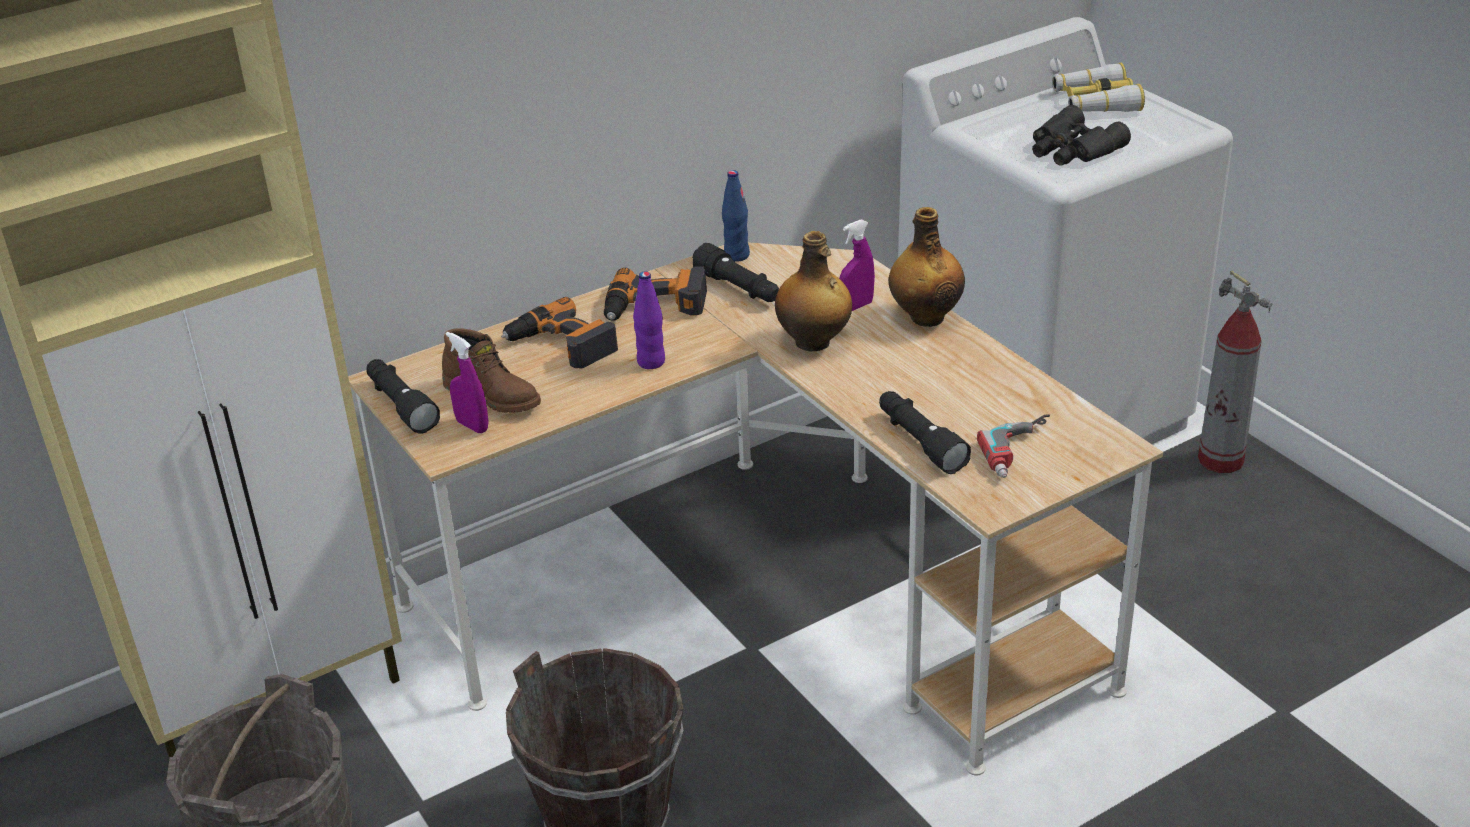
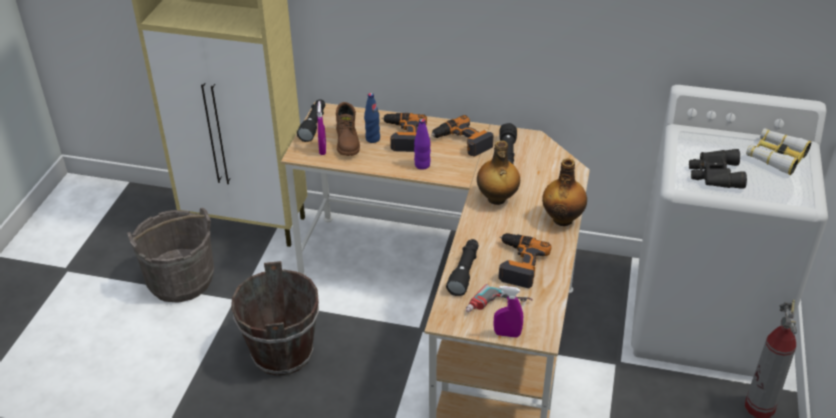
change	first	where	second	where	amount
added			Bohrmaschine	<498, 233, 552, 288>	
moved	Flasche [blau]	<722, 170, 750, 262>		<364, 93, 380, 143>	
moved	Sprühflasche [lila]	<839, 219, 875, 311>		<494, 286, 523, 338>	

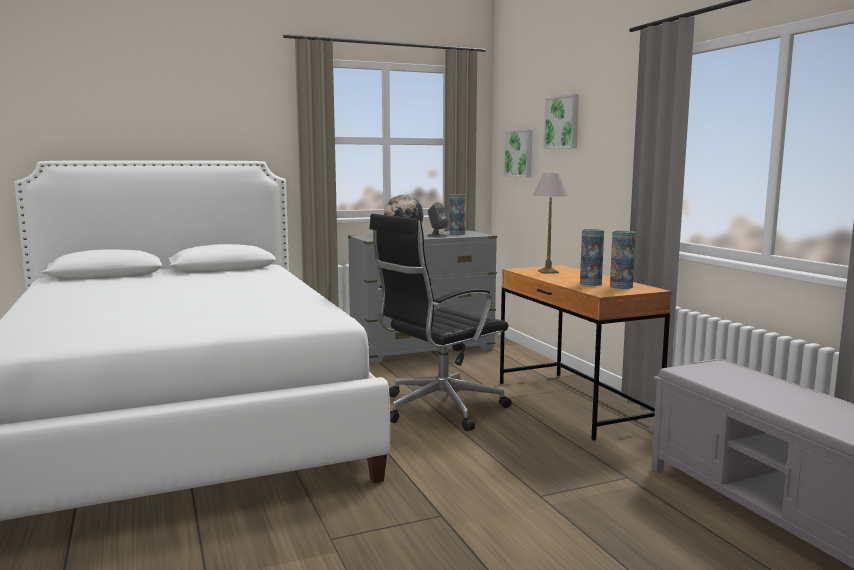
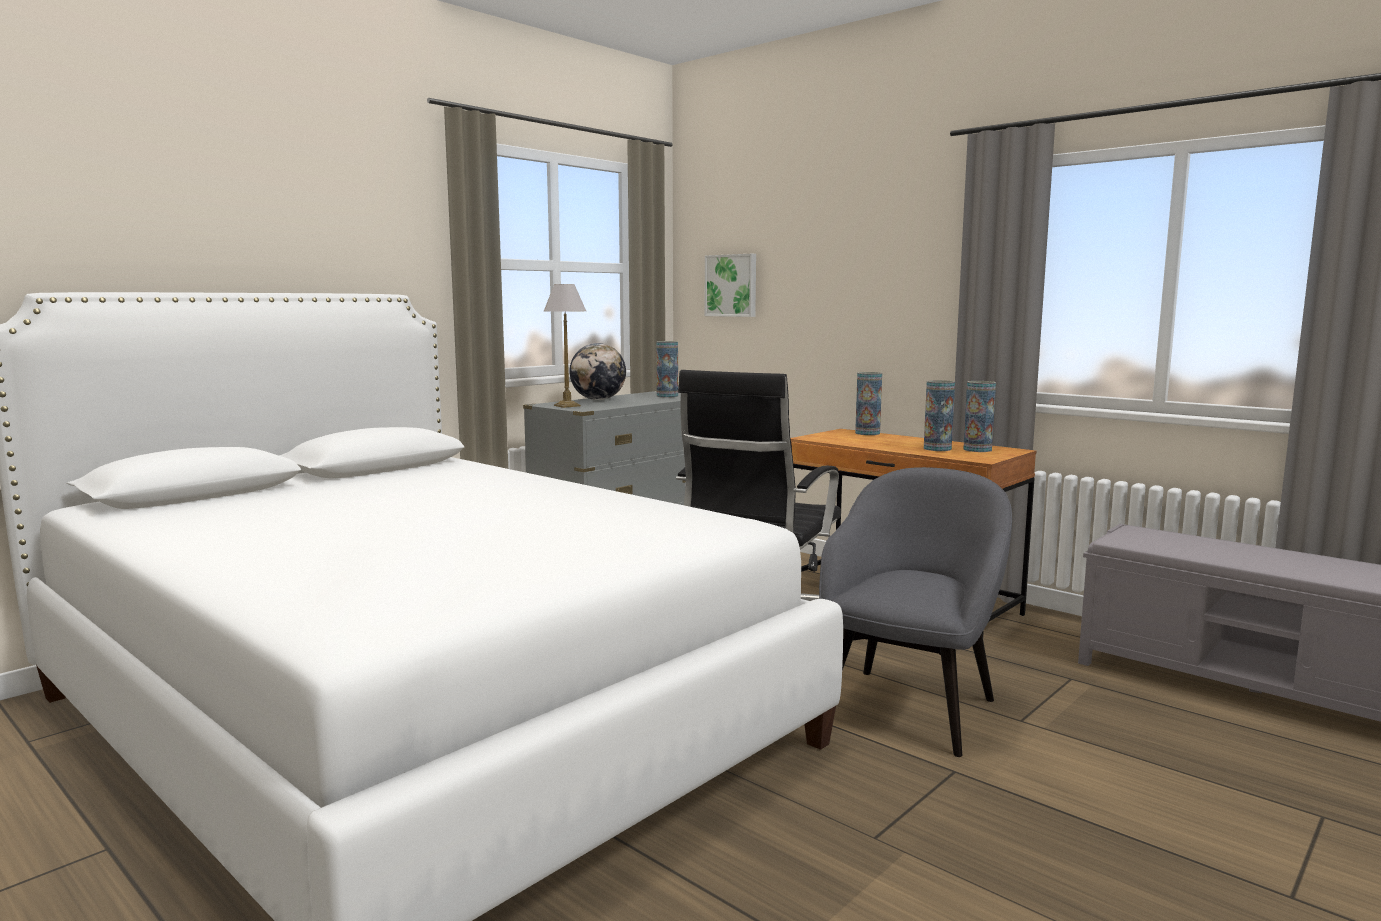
change	first	where	second	where	amount
removed	Lautsprecher [grau]	<428, 202, 449, 237>			
removed	Bild	<543, 94, 579, 149>			
added			Sessel [grau]	<819, 467, 1012, 757>	
added			Vase	<855, 372, 882, 435>	
moved	Tischlampe	<533, 173, 568, 274>		<544, 284, 586, 408>	

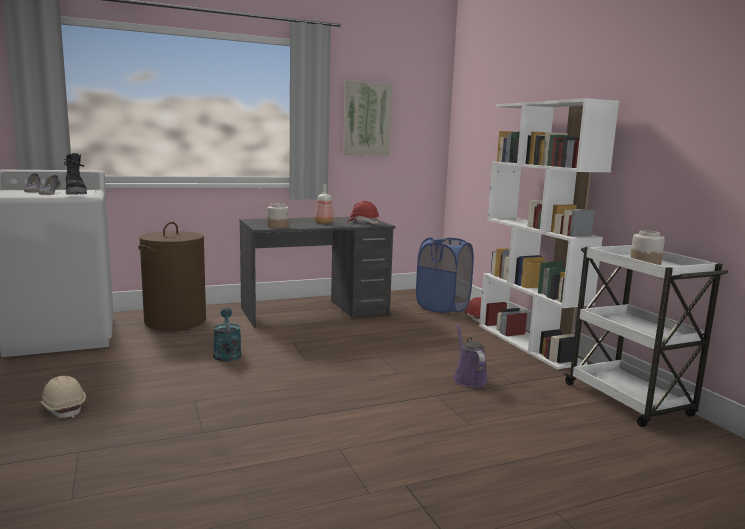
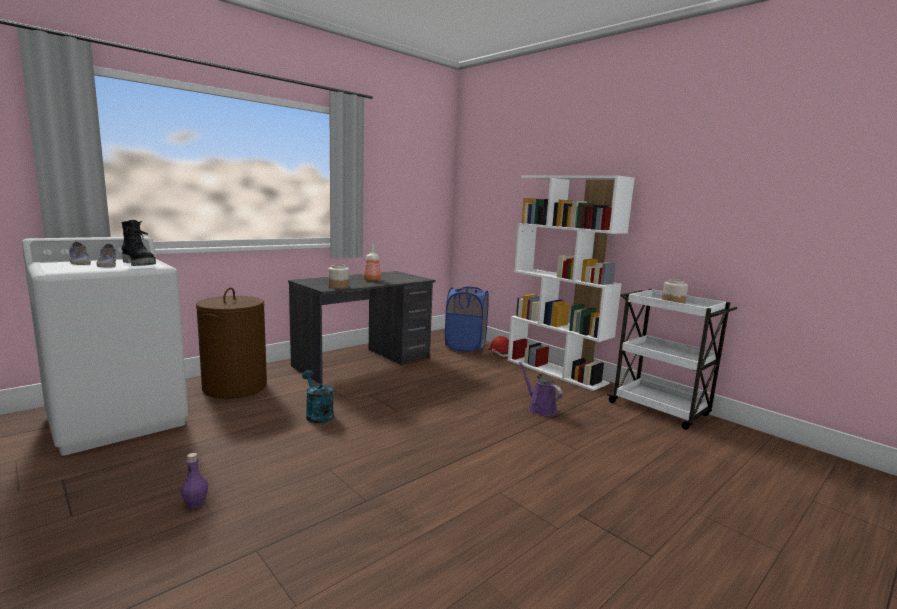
change	first	where	second	where	amount
removed	Bild	<343, 80, 392, 156>			
removed	Schutzhelm [rot]	<347, 201, 379, 224>			
replaced	Schutzhelm [beige]	<40, 376, 86, 418>	Flasche [lila]	<180, 453, 208, 509>	

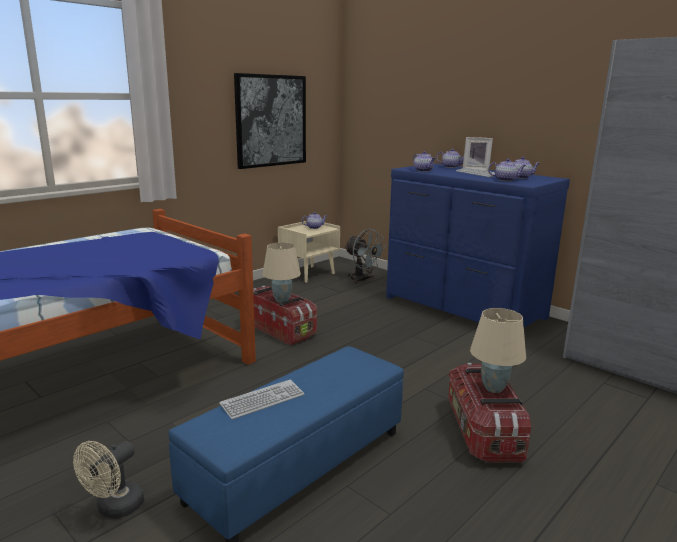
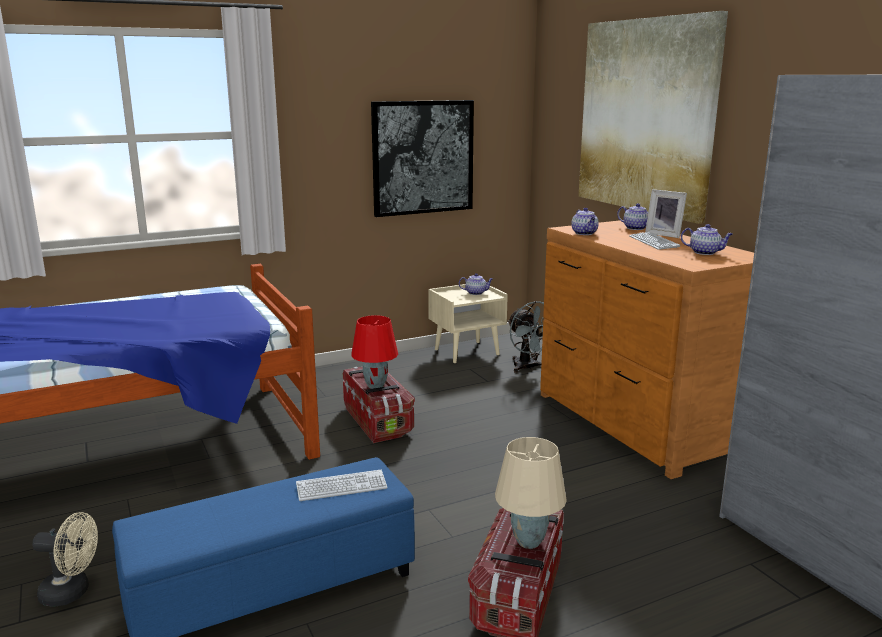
change	first	where	second	where	amount
removed	Teekanne	<488, 159, 526, 181>			
added			Bild	<578, 11, 728, 224>	
moved	Tastatur	<219, 379, 305, 419>		<296, 470, 387, 501>	
recoloured	Tischlampe [beige]	<262, 242, 301, 303>	Tischlampe [rot]	<351, 315, 398, 389>	
recoloured	Kommode [blau]	<386, 163, 570, 328>	Kommode [braun]	<540, 220, 754, 479>	
turned	Ventilator [beige]	<73, 441, 144, 519>		<32, 512, 98, 606>	135 degrees counterclockwise

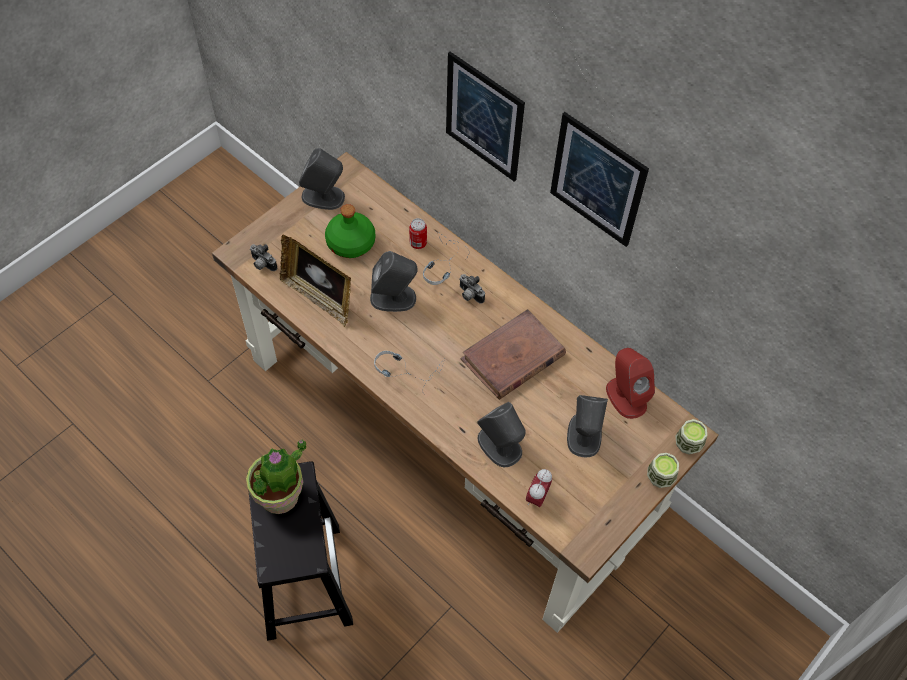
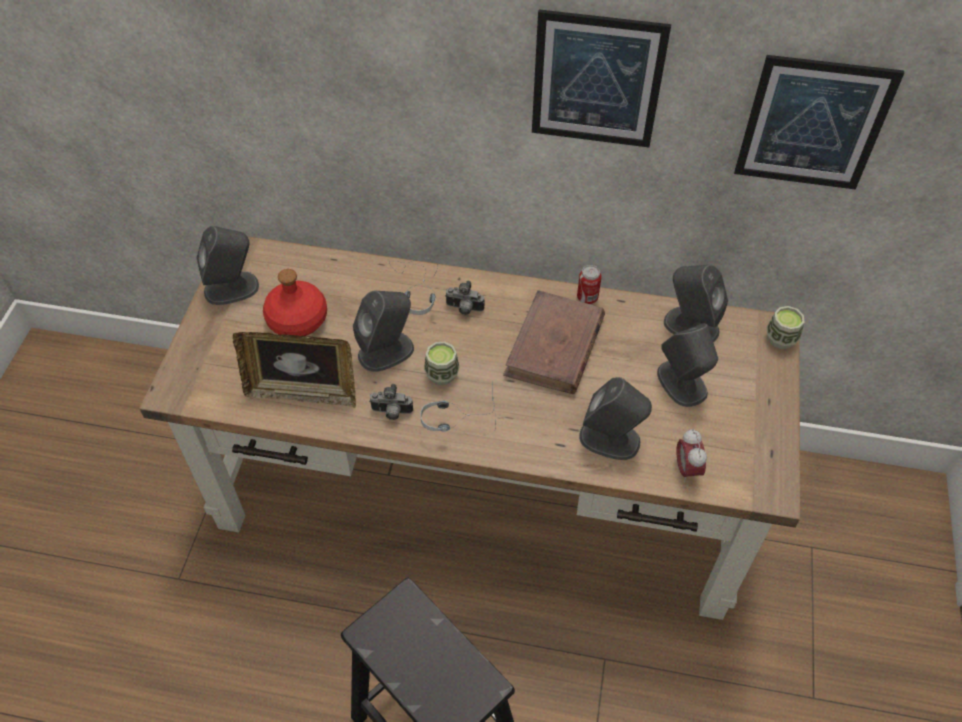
change	first	where	second	where	amount
removed	Topfpflanze	<246, 440, 307, 514>			
moved	Kamera	<250, 244, 277, 271>		<369, 384, 413, 420>	
moved	Dose	<409, 218, 427, 249>		<577, 265, 601, 304>	
moved	Bild	<446, 52, 525, 182>		<734, 55, 904, 190>	
moved	Tasse	<647, 453, 679, 488>		<424, 342, 459, 385>	
recoloured	Flasche [grün]	<325, 204, 375, 258>	Flasche [rot]	<263, 269, 327, 336>	
recoloured	Lautsprecher [rot]	<606, 348, 655, 419>	Lautsprecher [grau]	<664, 265, 728, 343>	

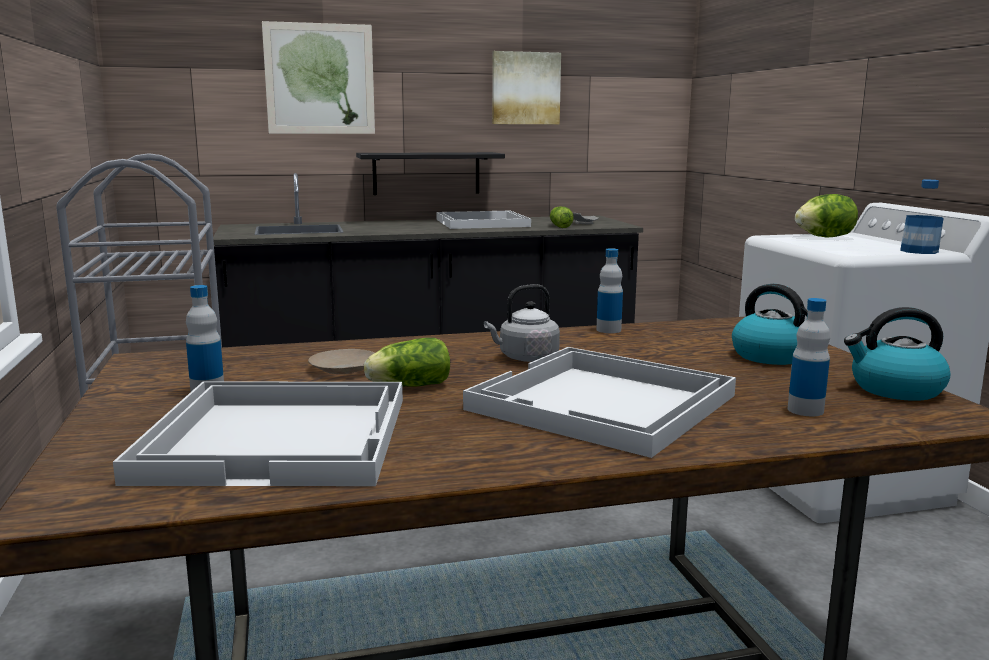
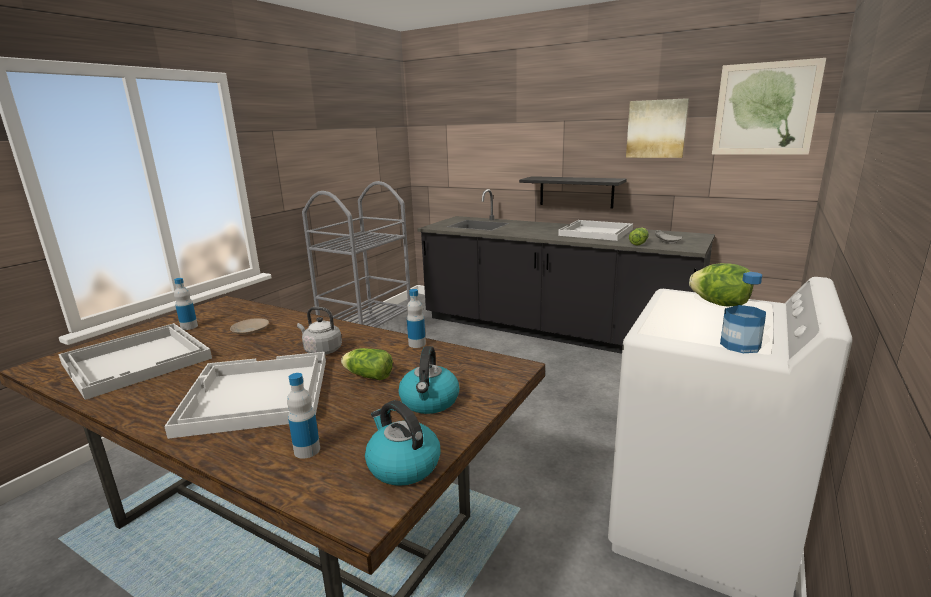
change	first	where	second	where	amount
moved	Bild	<262, 21, 375, 134>		<712, 58, 826, 155>	
moved	Salatkopf	<364, 338, 450, 387>		<341, 348, 393, 380>	

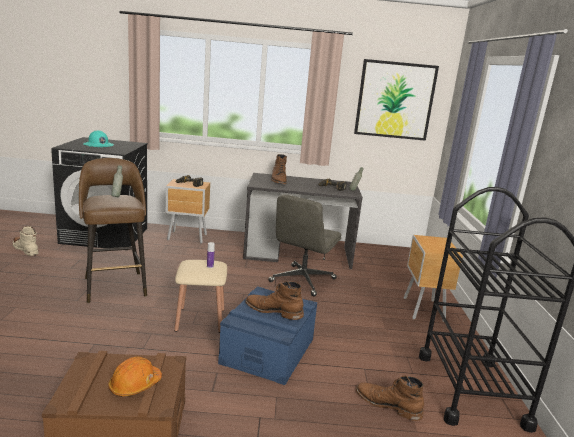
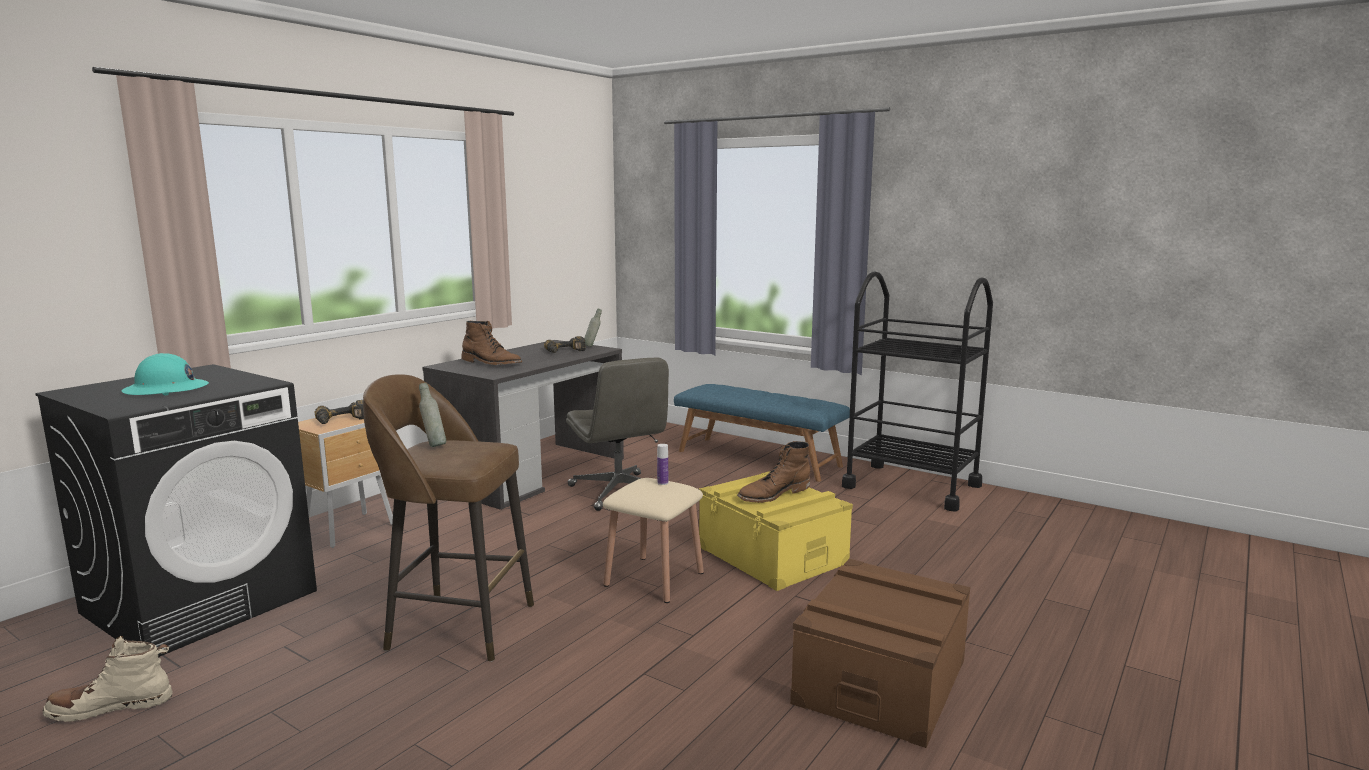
change	first	where	second	where	amount
removed	Schutzhelm [orange]	<108, 356, 162, 397>			
removed	Bild	<354, 59, 439, 141>			
removed	Stiefel [braun]	<356, 375, 424, 421>			
replaced	Nachttisch [braun]	<404, 235, 463, 322>	Bank [blau]	<674, 384, 850, 482>	
recoloured	Aufbewahrungsbox [blau]	<218, 286, 317, 385>	Aufbewahrungsbox [gelb]	<699, 471, 853, 591>	

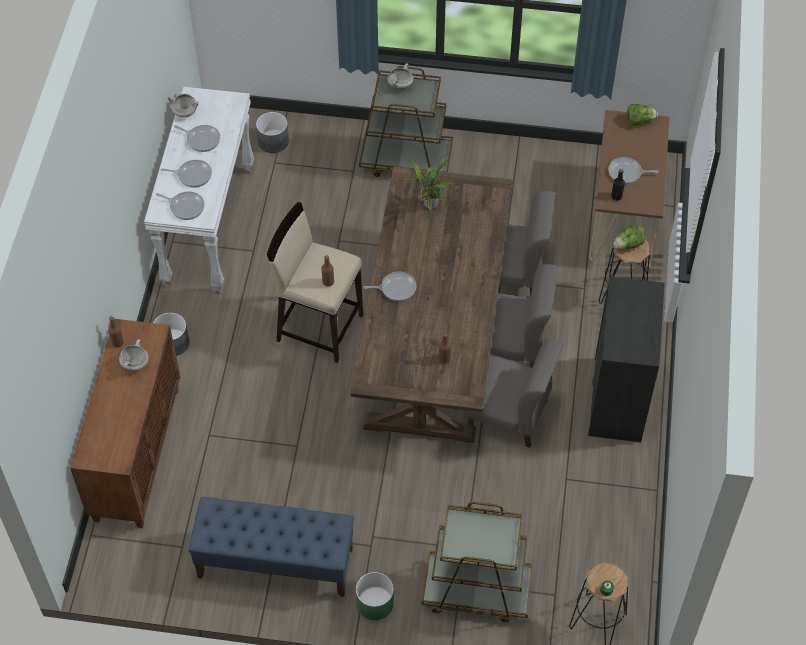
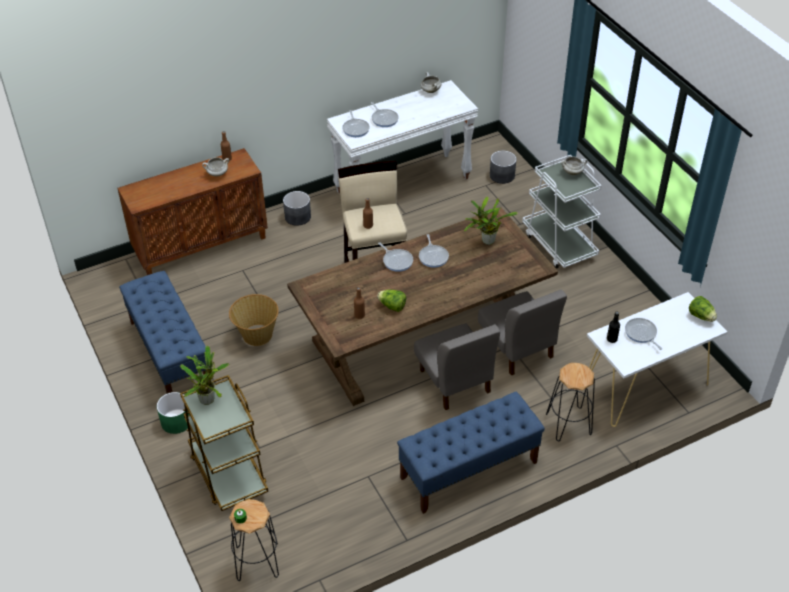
change	first	where	second	where	amount
removed	Stuhl [grau]	<461, 338, 564, 448>			
added			Topfpflanze	<180, 345, 229, 405>	
added			Korb	<229, 294, 279, 346>	
moved	Pfanne	<174, 125, 220, 152>		<419, 234, 449, 268>	
moved	Salatkopf	<613, 225, 645, 249>		<377, 290, 406, 312>	
replaced	Kommode [schwarz]	<588, 276, 665, 442>	Bank [blau]	<397, 391, 545, 514>	
recoloured	Rollwagen [braun]	<359, 66, 453, 177>	Rollwagen [weiß]	<522, 155, 602, 269>	
recoloured	Konsolentisch [braun]	<589, 110, 670, 267>	Konsolentisch [weiß]	<587, 292, 727, 427>	

